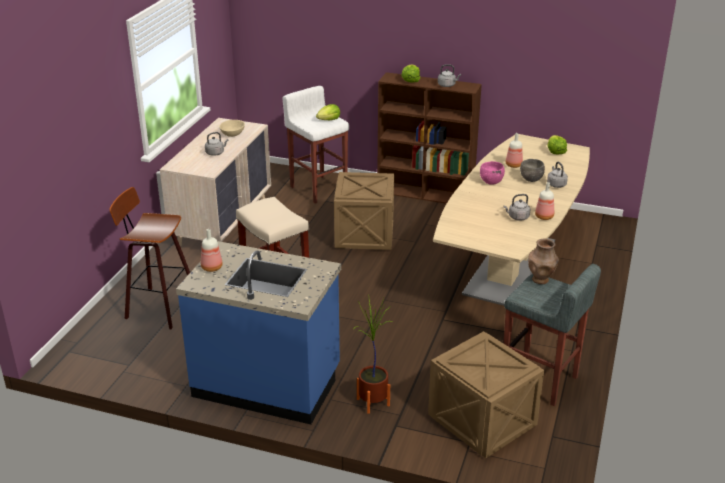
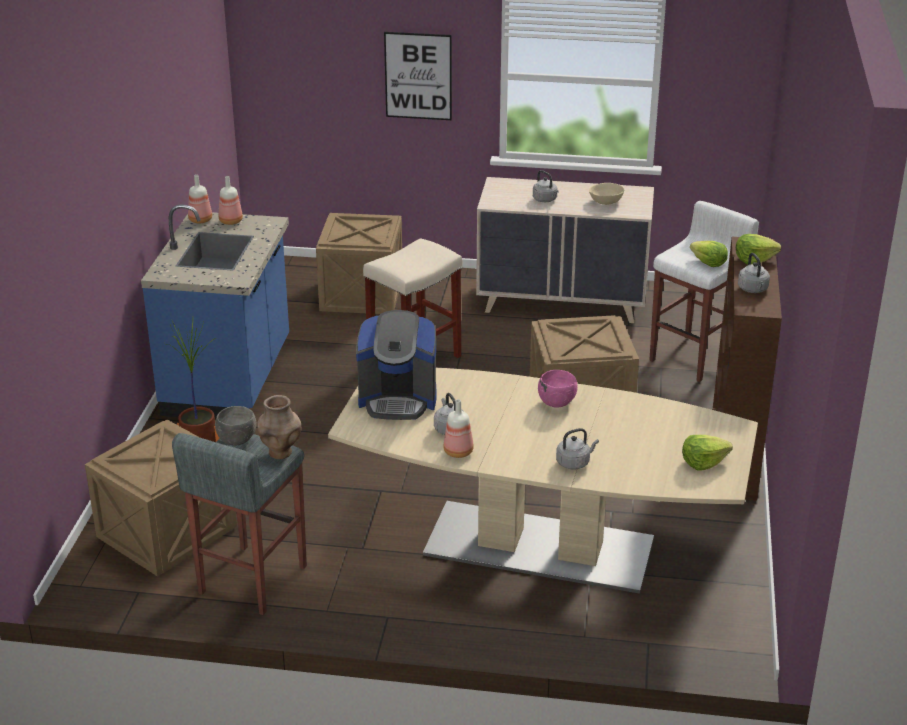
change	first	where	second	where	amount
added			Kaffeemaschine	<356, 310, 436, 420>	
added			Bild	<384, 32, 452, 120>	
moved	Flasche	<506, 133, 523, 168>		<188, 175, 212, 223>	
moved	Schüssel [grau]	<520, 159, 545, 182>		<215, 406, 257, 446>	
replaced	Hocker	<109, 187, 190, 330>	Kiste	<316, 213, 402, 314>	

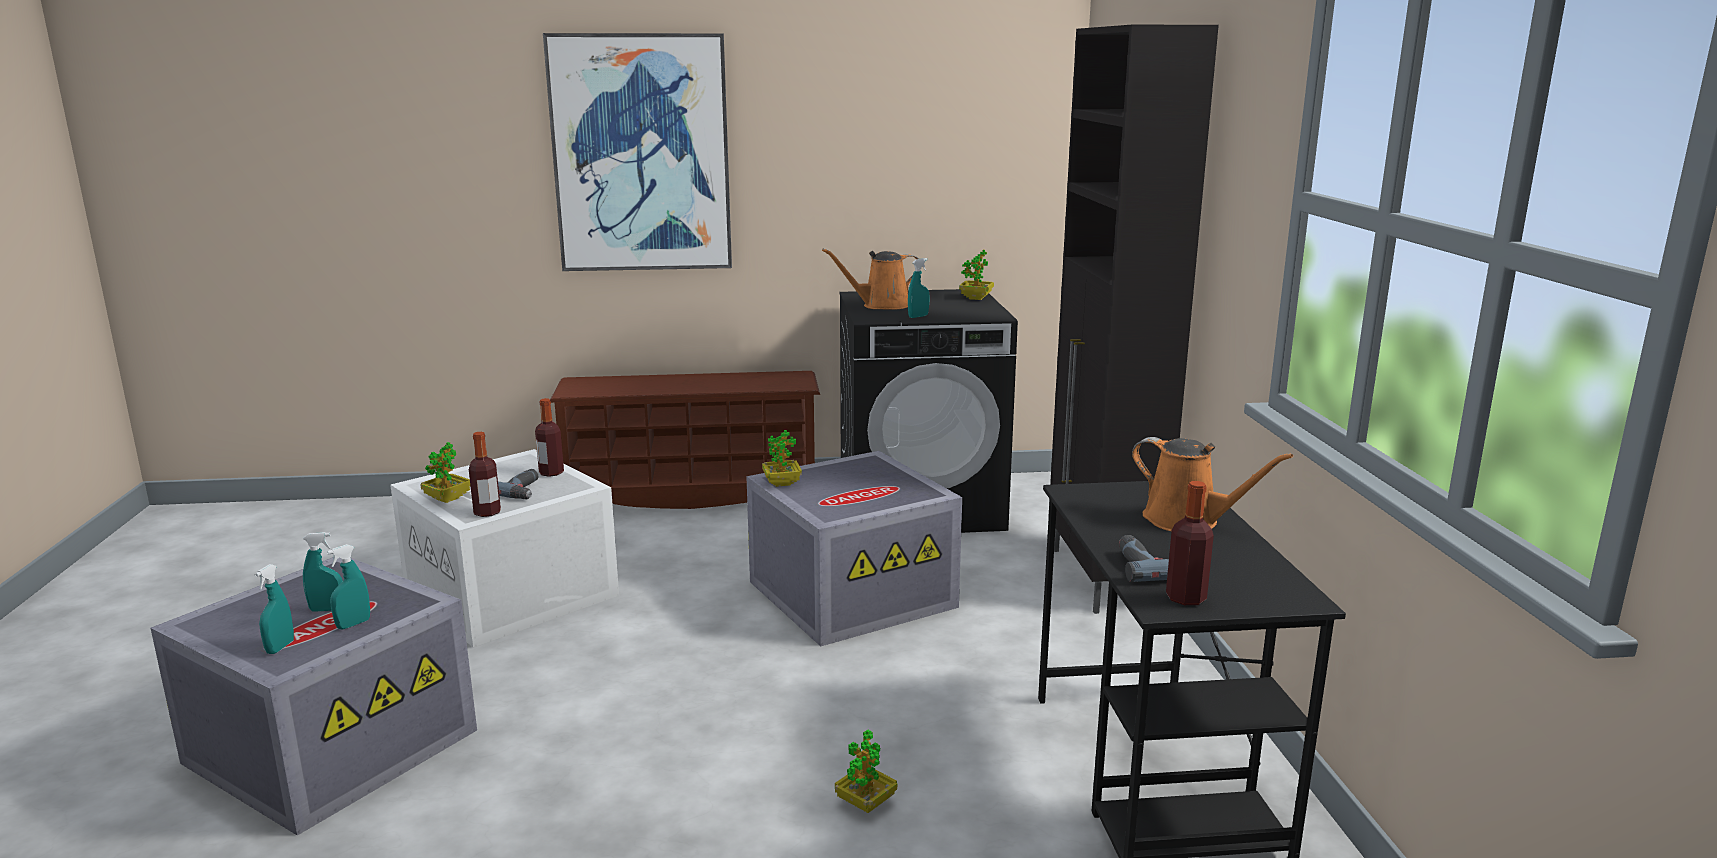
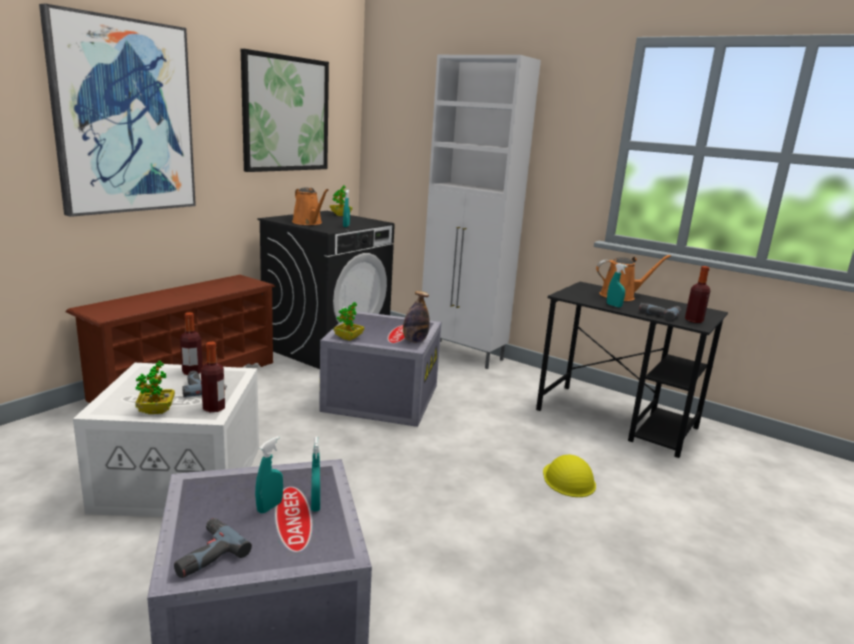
change	first	where	second	where	amount
added			Bohrmaschine	<174, 518, 252, 578>	
added			Bild	<241, 49, 329, 172>	
added			Flasche	<403, 291, 430, 343>	
moved	Sprühflasche [türkis]	<254, 564, 294, 654>		<607, 263, 628, 307>	
replaced	Topfpflanze	<835, 730, 897, 813>	Schutzhelm [gelb]	<543, 454, 596, 497>	
recoloured	Schrank [schwarz]	<1048, 25, 1219, 614>	Schrank [weiß]	<422, 55, 541, 369>	
turned	Gießkanne [orange]	<822, 249, 919, 310>		<292, 187, 328, 225>	60 degrees counterclockwise

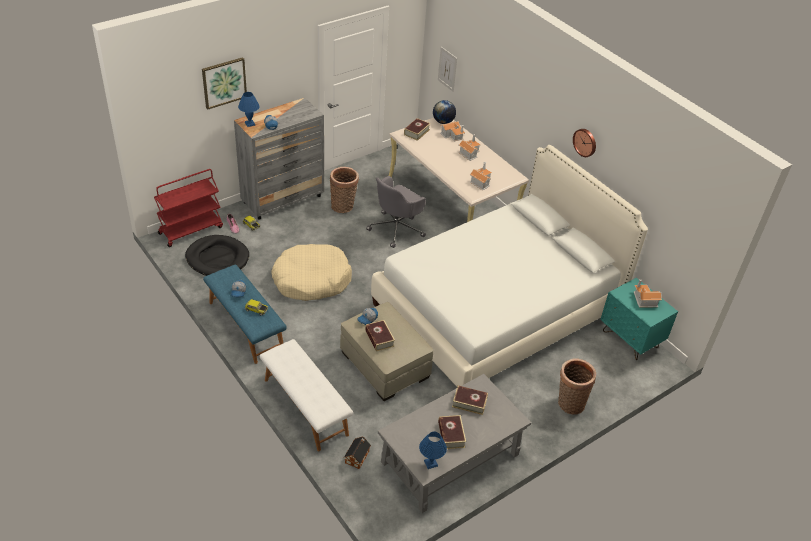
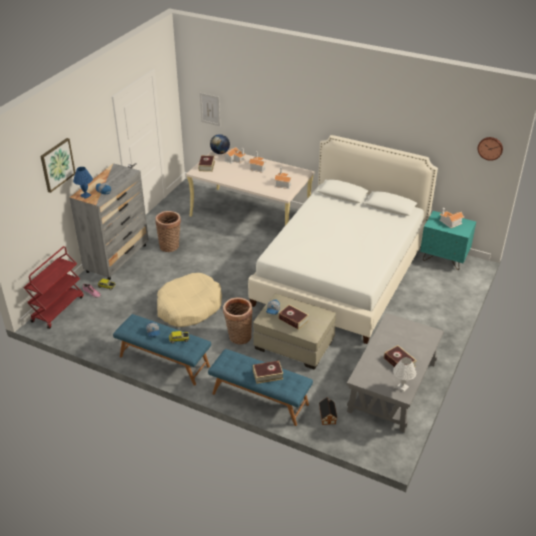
change	first	where	second	where	amount
removed	Hundebett [schwarz]	<185, 235, 249, 276>			
removed	Bürostuhl [grau]	<366, 176, 426, 248>			
moved	Buch	<452, 385, 488, 415>		<253, 361, 283, 384>	
moved	Korb	<558, 358, 596, 415>		<223, 298, 253, 345>	
moved	Wanduhr	<573, 129, 596, 157>		<478, 137, 503, 161>	
recoloured	Bank [weiß]	<260, 339, 353, 451>	Bank [blau]	<208, 349, 313, 426>	
recoloured	Tischlampe [blau]	<419, 432, 447, 469>	Tischlampe [weiß]	<393, 357, 416, 392>	

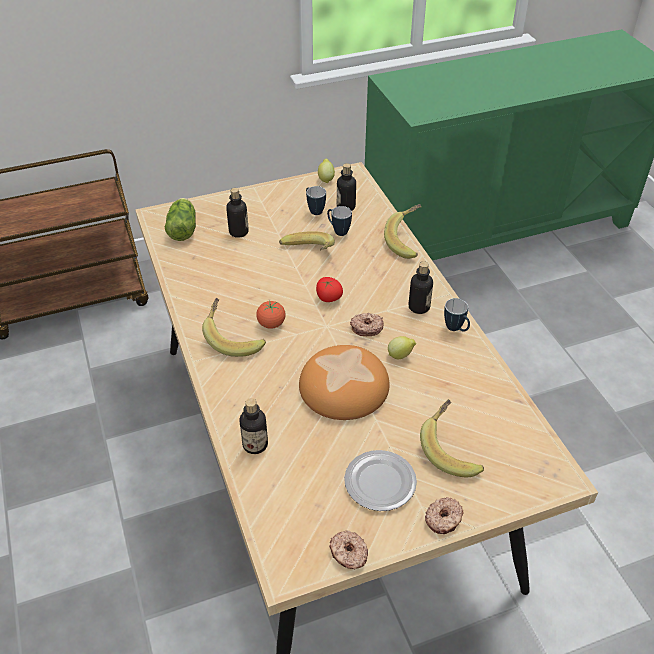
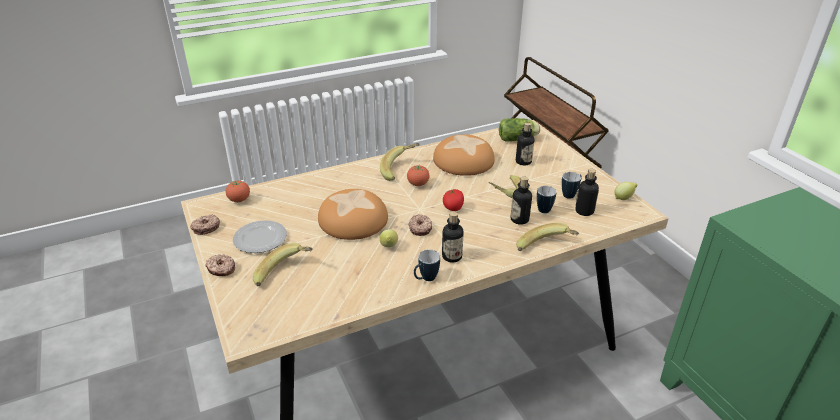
change	first	where	second	where	amount
added			Tomate	<226, 180, 250, 202>	
added			Brot	<433, 134, 495, 176>	
moved	Flasche	<239, 398, 268, 454>		<511, 176, 532, 225>	

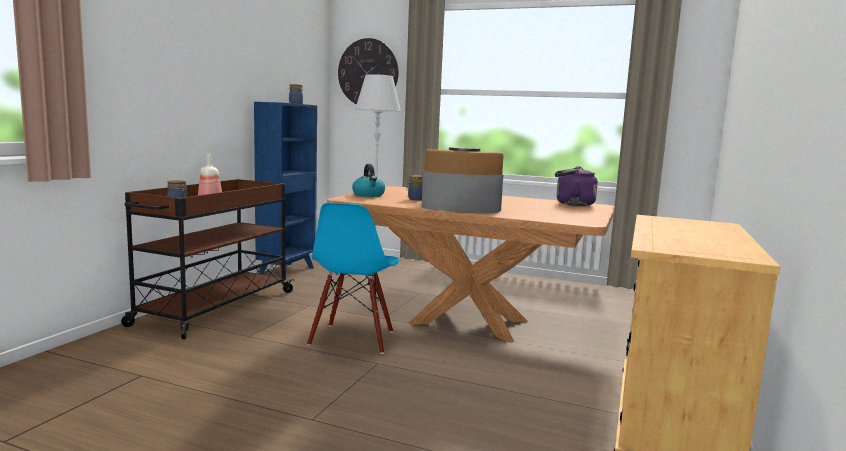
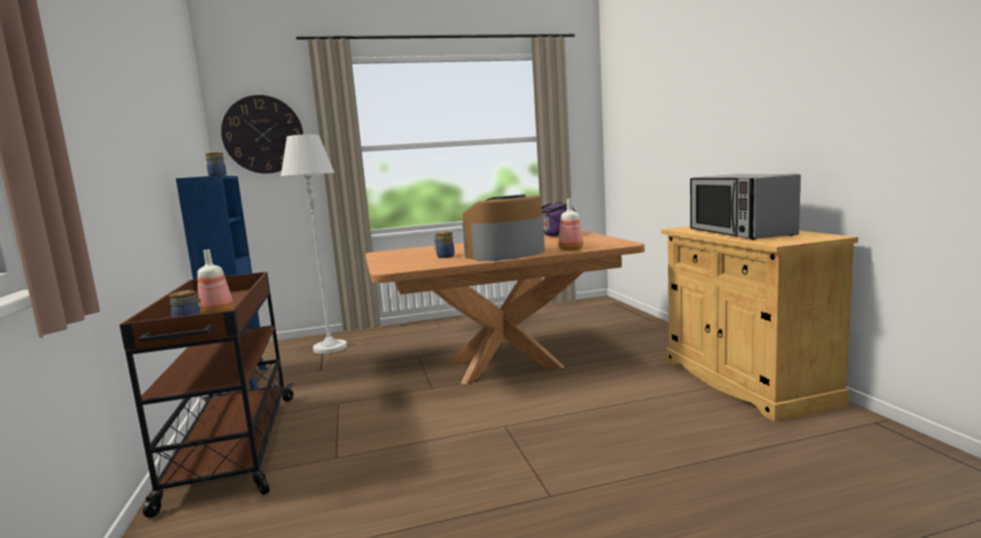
change	first	where	second	where	amount
removed	Stuhl [blau]	<307, 202, 399, 354>			
removed	Wasserkessel	<352, 164, 385, 197>			
added			Flasche	<558, 199, 583, 251>	
added			Mikrowelle	<690, 174, 801, 240>	

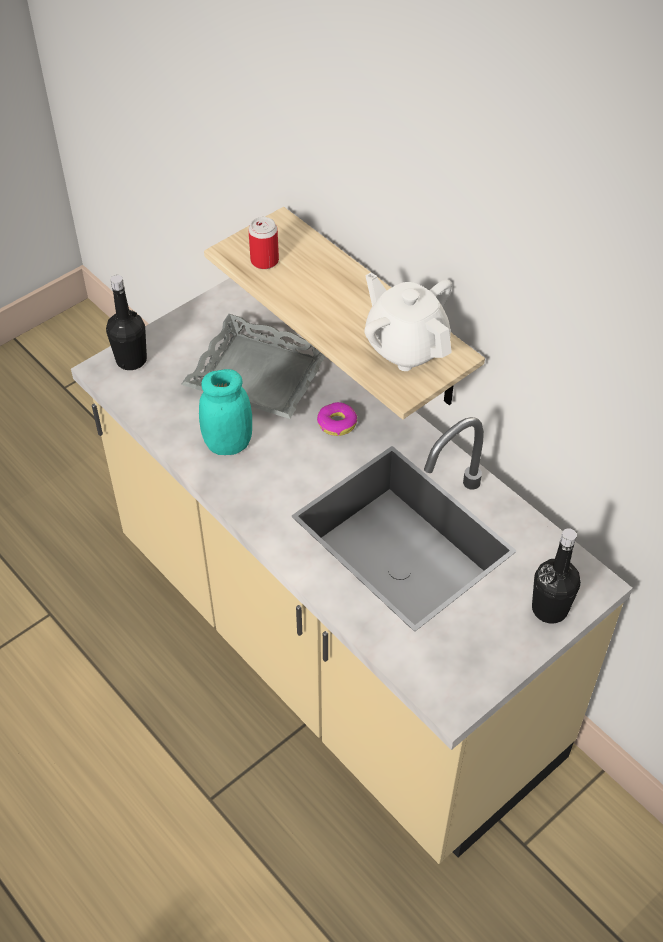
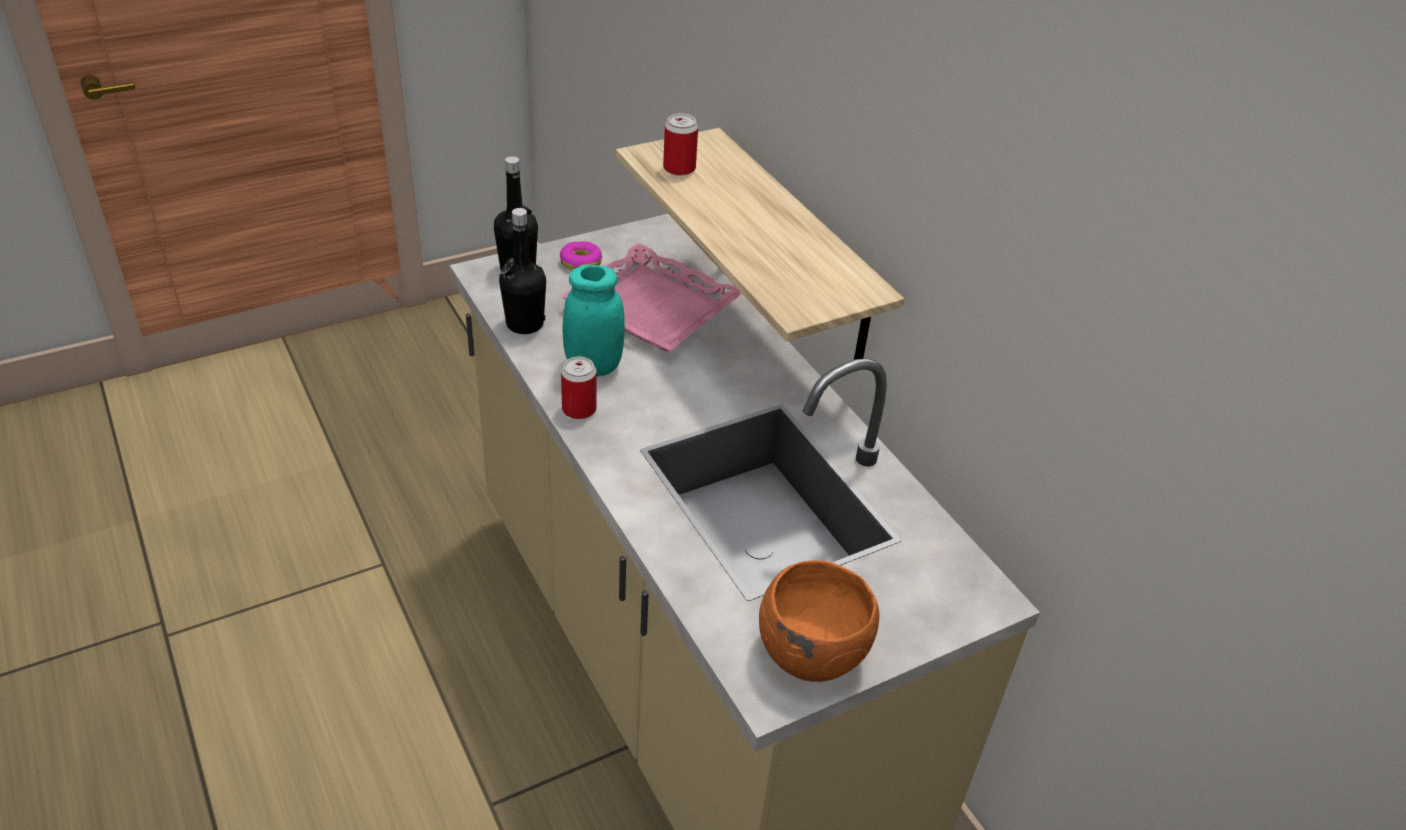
change	first	where	second	where	amount
removed	Teekanne [weiß]	<364, 272, 452, 371>			
added			Dose	<561, 357, 597, 419>	
added			Schüssel [orange]	<759, 560, 879, 682>	
moved	Donut	<317, 402, 357, 436>		<560, 241, 602, 270>	
moved	Flasche [schwarz]	<532, 528, 581, 624>		<499, 208, 546, 334>	
recoloured	Tablett [grau]	<181, 314, 326, 419>	Tablett [rosa]	<561, 243, 742, 352>	

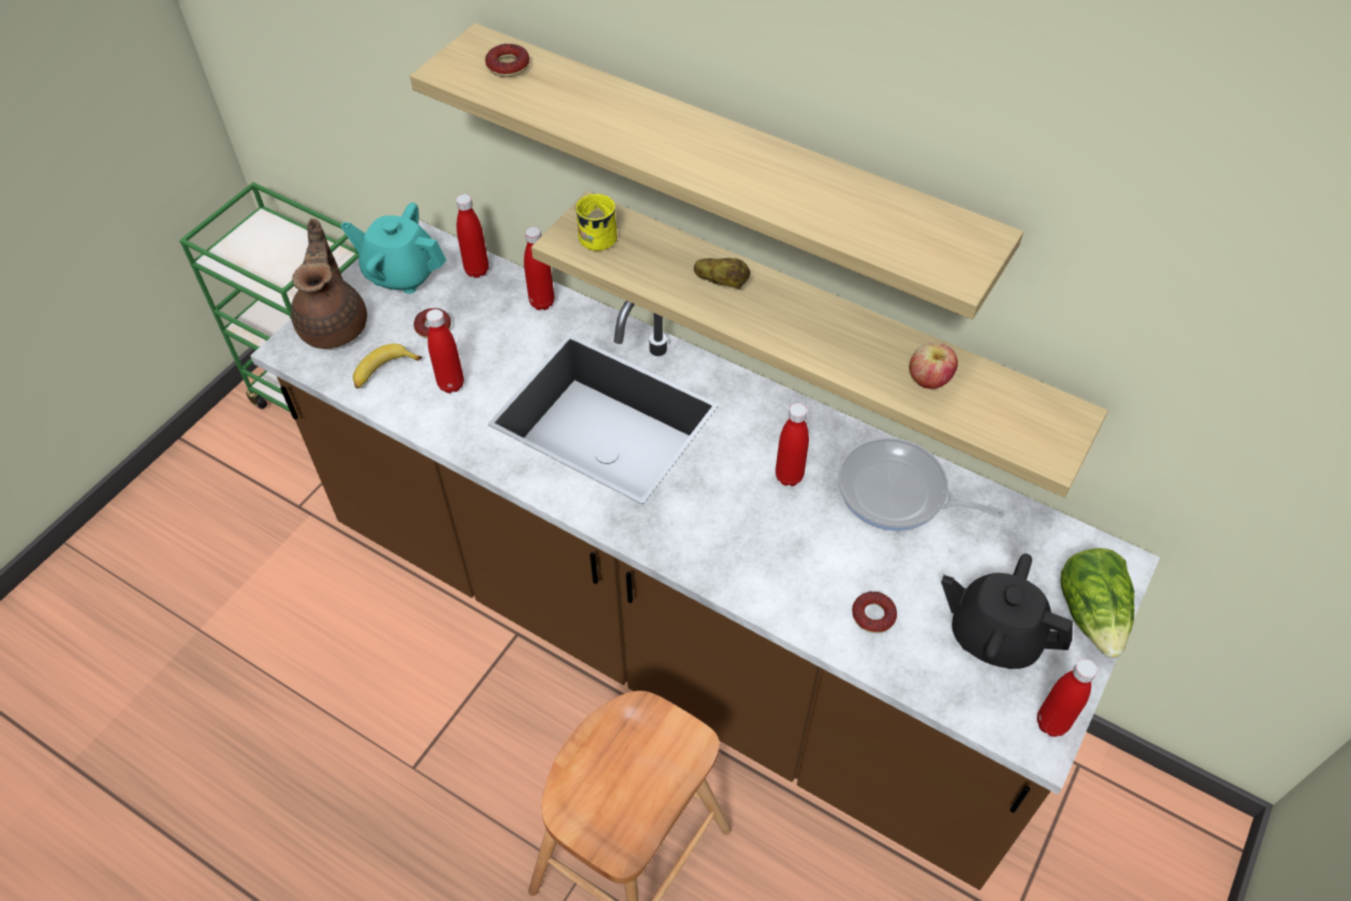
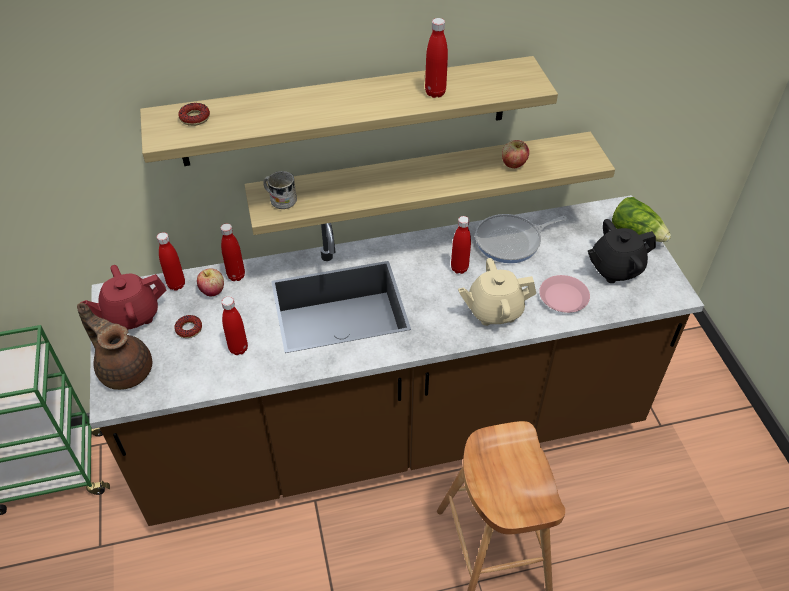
change	first	where	second	where	amount
removed	Banane	<353, 344, 422, 388>			
removed	Kartoffel	<694, 258, 750, 289>			
added			Apfel	<197, 269, 224, 296>	
added			Teekanne [beige]	<458, 258, 536, 326>	
moved	Flasche [rot]	<1037, 659, 1098, 737>		<425, 18, 448, 98>	
replaced	Donut	<852, 591, 897, 633>	Teller [rosa]	<539, 275, 590, 313>	
recoloured	Teekanne [türkis]	<341, 202, 446, 294>	Teekanne [rot]	<80, 265, 166, 329>	
recoloured	Henkelbecher [gelb]	<575, 194, 617, 251>	Henkelbecher [weiß]	<263, 171, 297, 209>	

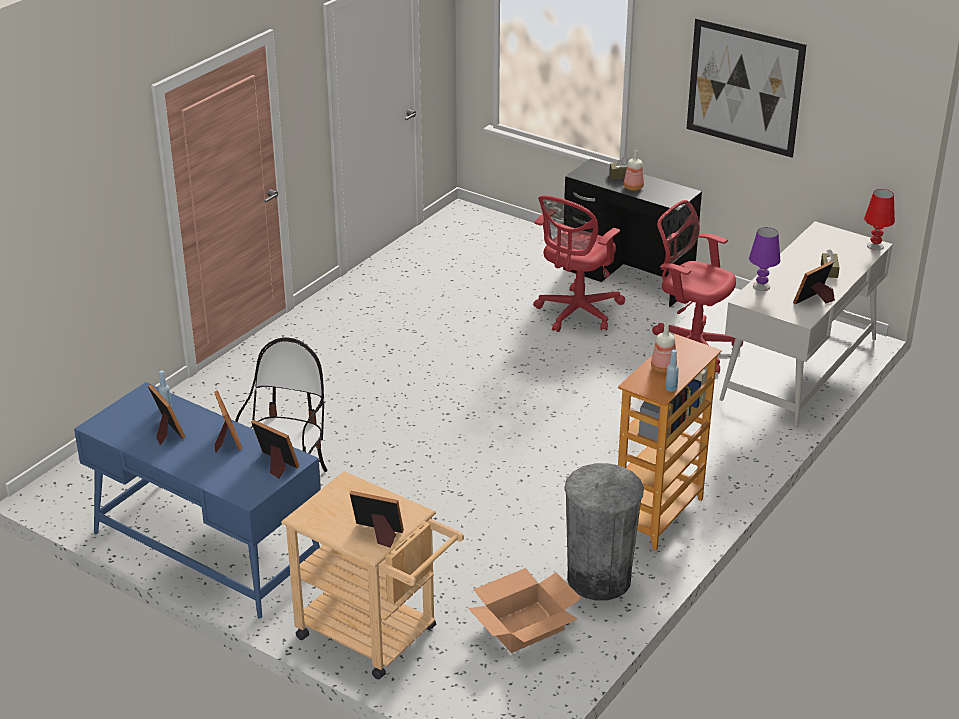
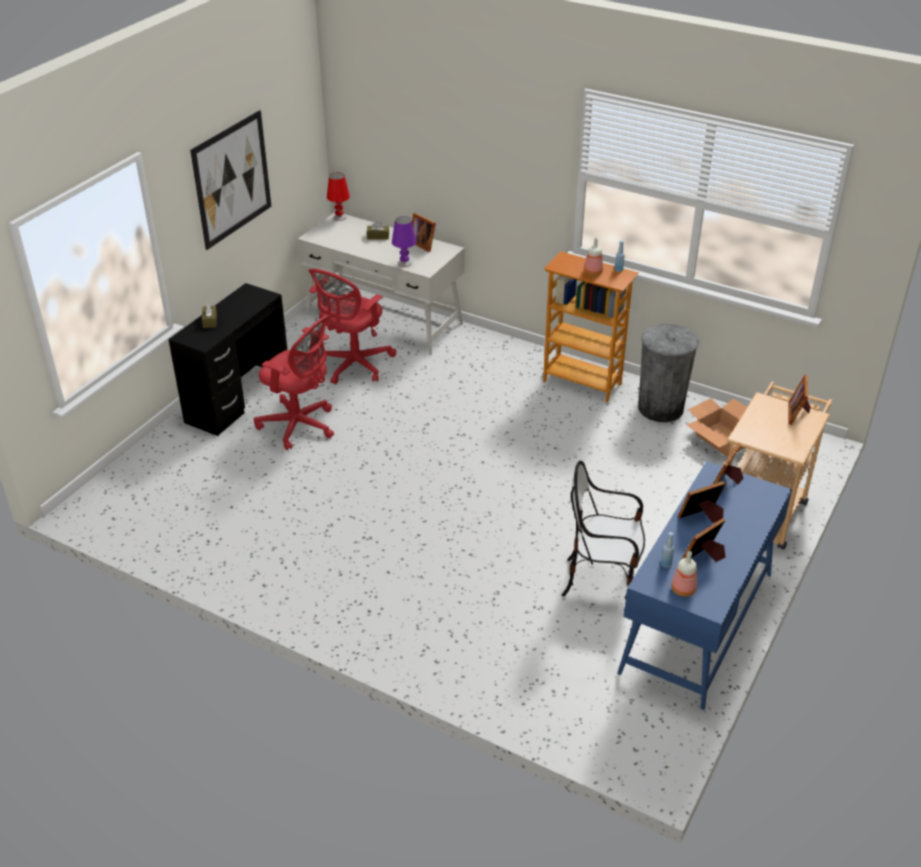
change	first	where	second	where	amount
moved	Flasche	<624, 150, 644, 191>		<671, 551, 697, 597>	

